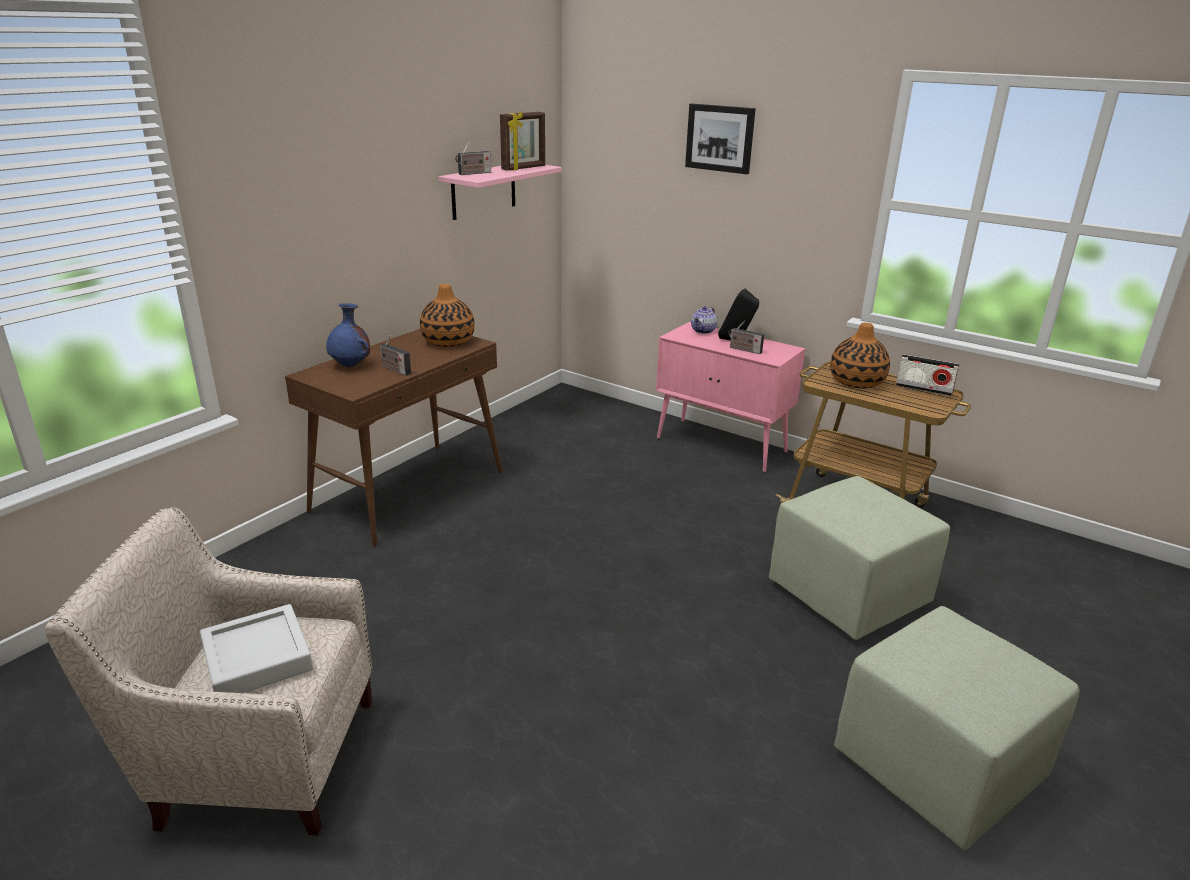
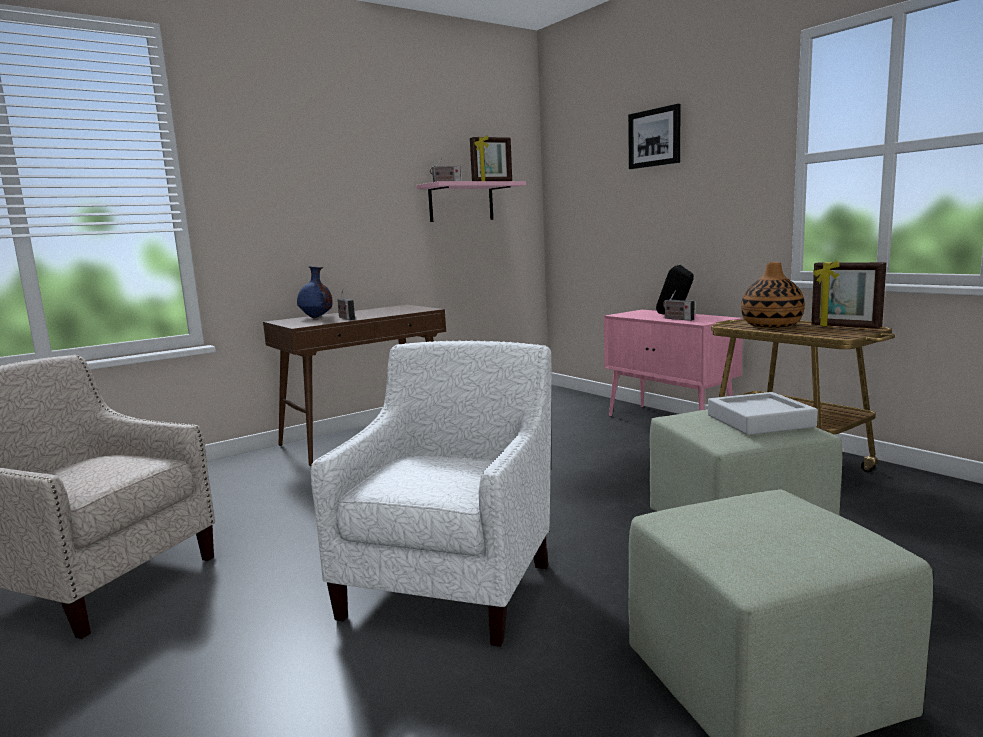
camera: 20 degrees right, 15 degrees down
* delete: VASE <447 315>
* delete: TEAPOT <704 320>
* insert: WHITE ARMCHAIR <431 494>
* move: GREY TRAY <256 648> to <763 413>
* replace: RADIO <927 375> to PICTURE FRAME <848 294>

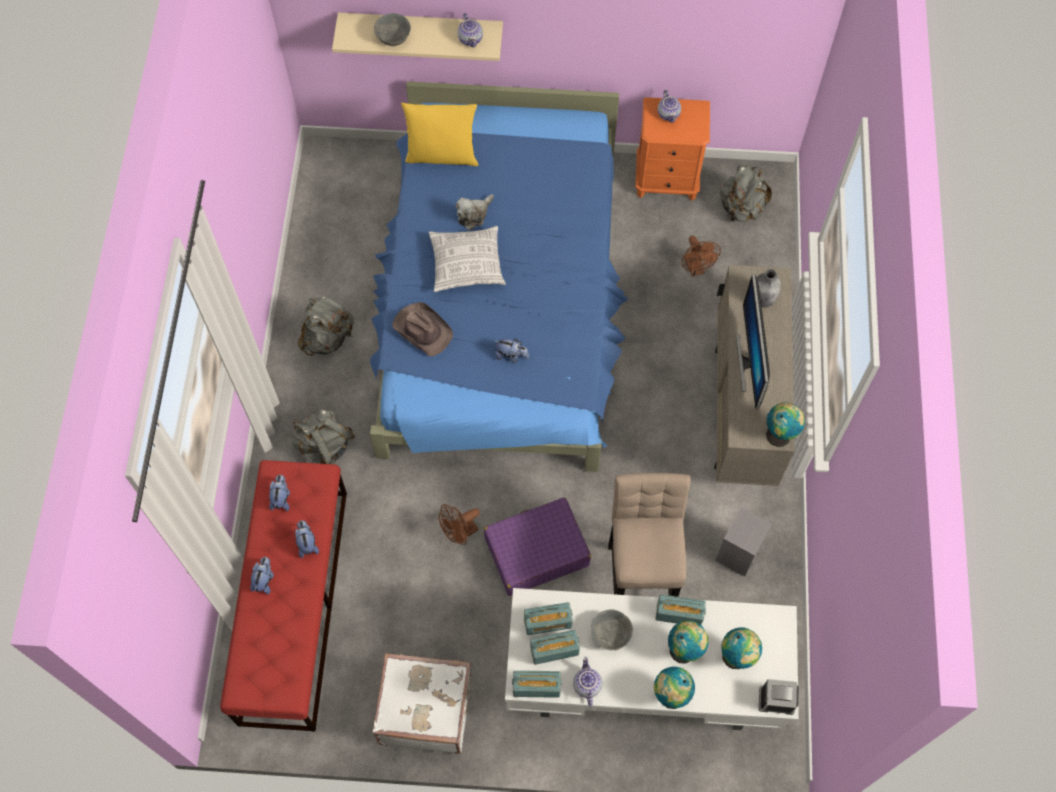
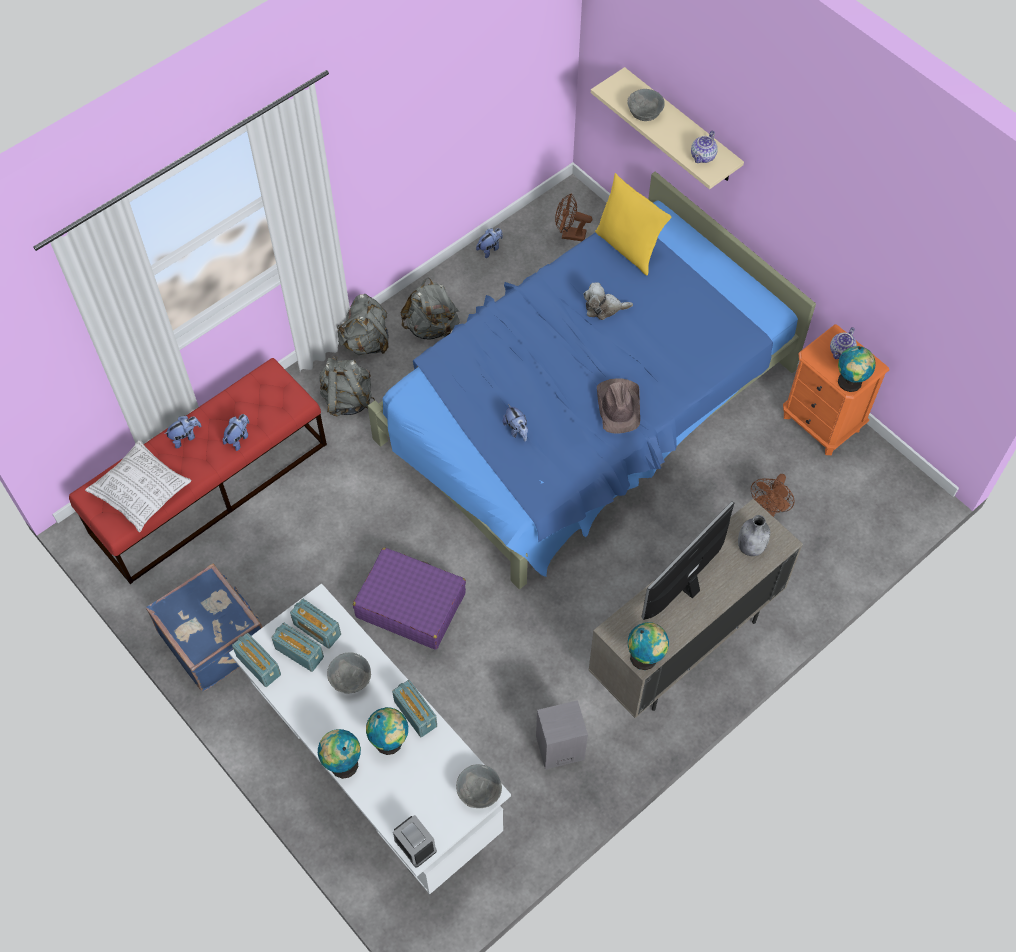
camera: 45 degrees right, 5 degrees down
* delete: TEAPOT <587 682>
* delete: BEIGE STOOL <649 535>
* insert: GREY BOWL <479 786>
* move: PLUSH TOY <279 493> to <489 243>
* move: BROWN HAT <422 329> to <618 406>
* move: PILLOW <467 259> to <138 486>
* move: BROWN FAN <459 524> to <573 217>
* move: GREY BACKPACK <746 193> to <363 324>
* move: GLOBE <741 648> to <856 369>
* recolor: WHITE SUITCASE <421 703> to BLUE SUITCASE <204 627>

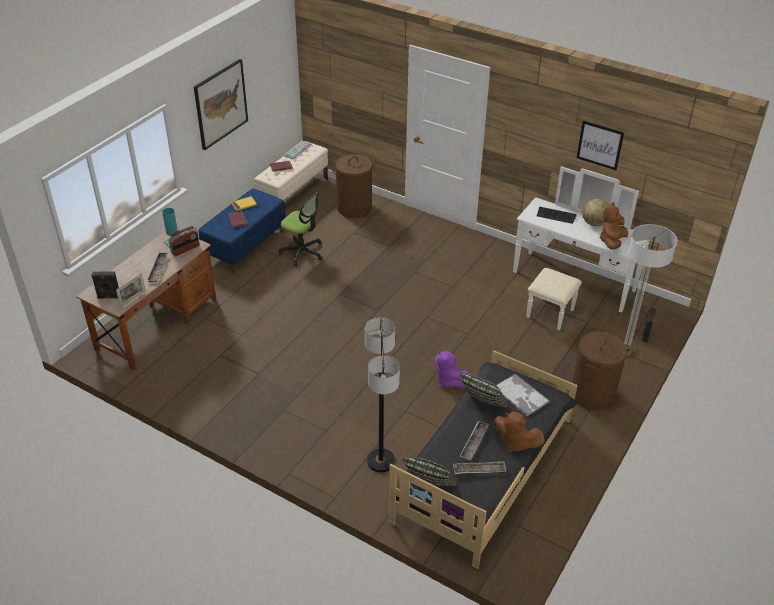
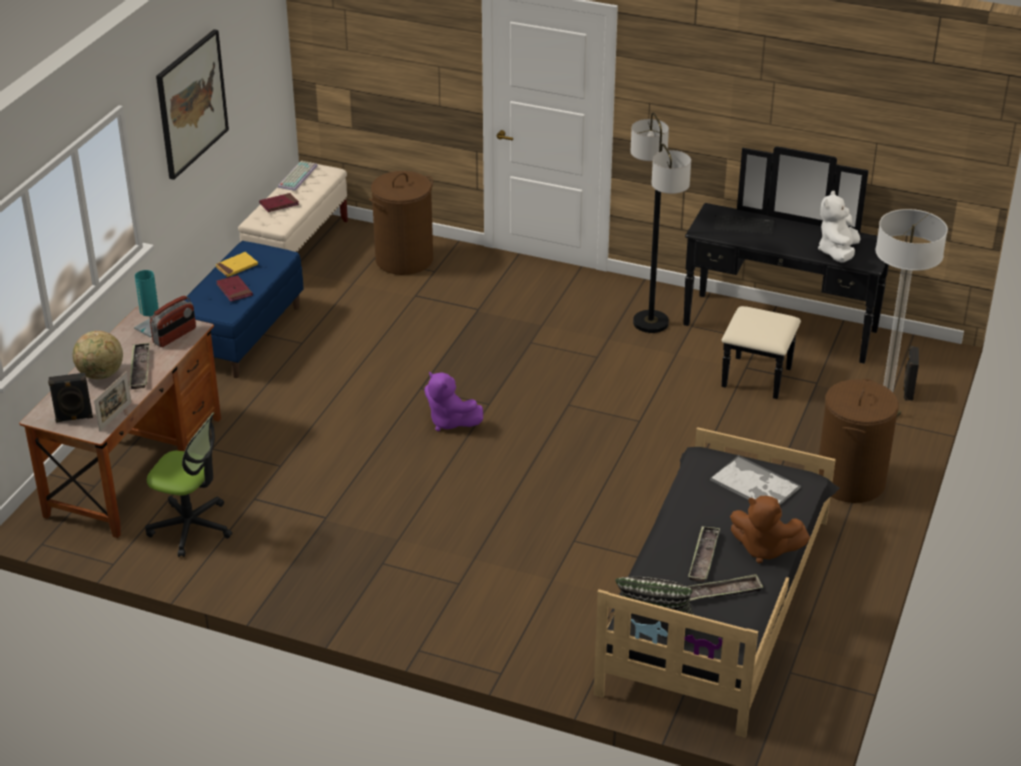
camera: 10 degrees left, 5 degrees down
* delete: PILLOW <484 391>
* delete: PICTURE <600 145>
* move: OFFICE CHAIR <301 229> to <188 485>
* move: FLOOR LAMP <382 394> to <660 222>
* move: PURPLE PLUSH TOY <453 369> to <453 401>
* move: GLOBE <595 213> to <98 355>
* recolor: WHITE DRESSER <581 248> to BLACK DRESSER <786 273>
* recolor: BROWN PLUSH TOY <614 226> to WHITE PLUSH TOY <839 227>

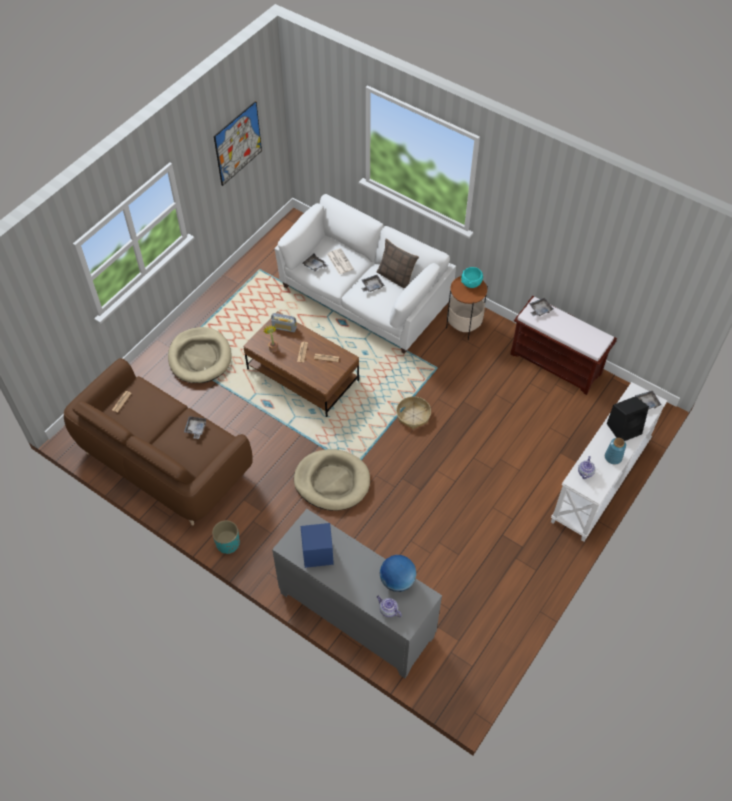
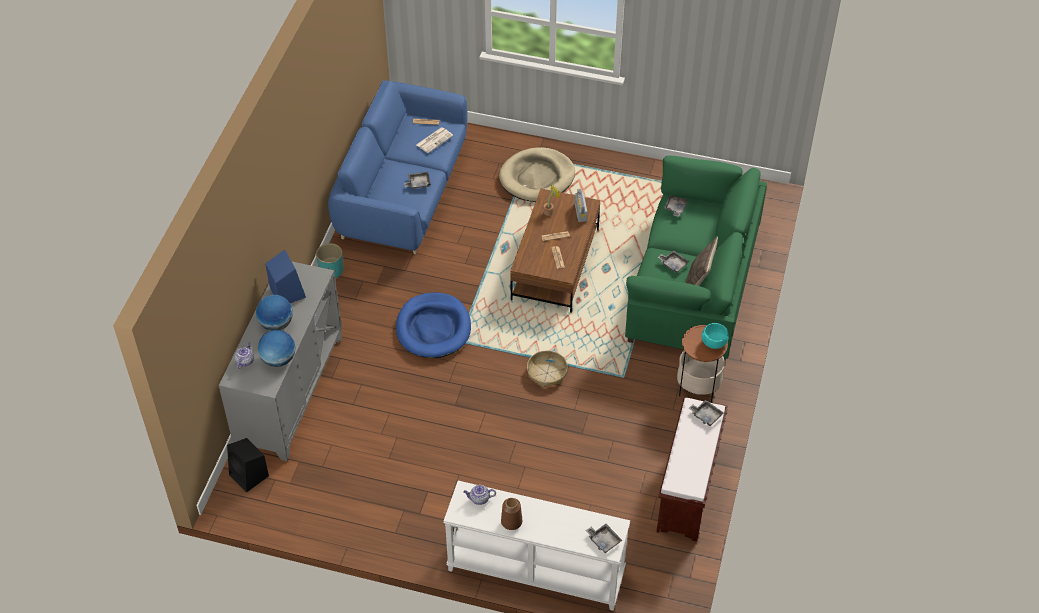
camera: 70 degrees right, 5 degrees down
* delete: PICTURE <238 143>
* insert: GLOBE <274 313>
* move: NEWSPAPER <340 261> to <434 140>
* move: BLACK SPEAKER <628 418> to <248 465>
* recolor: BROWN SOFA <158 442> to BLUE SOFA <398 167>
* recolor: WHITE SOFA <365 274> to GREEN SOFA <696 258>
* recolor: BEIGE DOG BED <332 480> to BLUE DOG BED <433 325>
* recolor: BLUE VASE <615 451> to BROWN VASE <511 514>

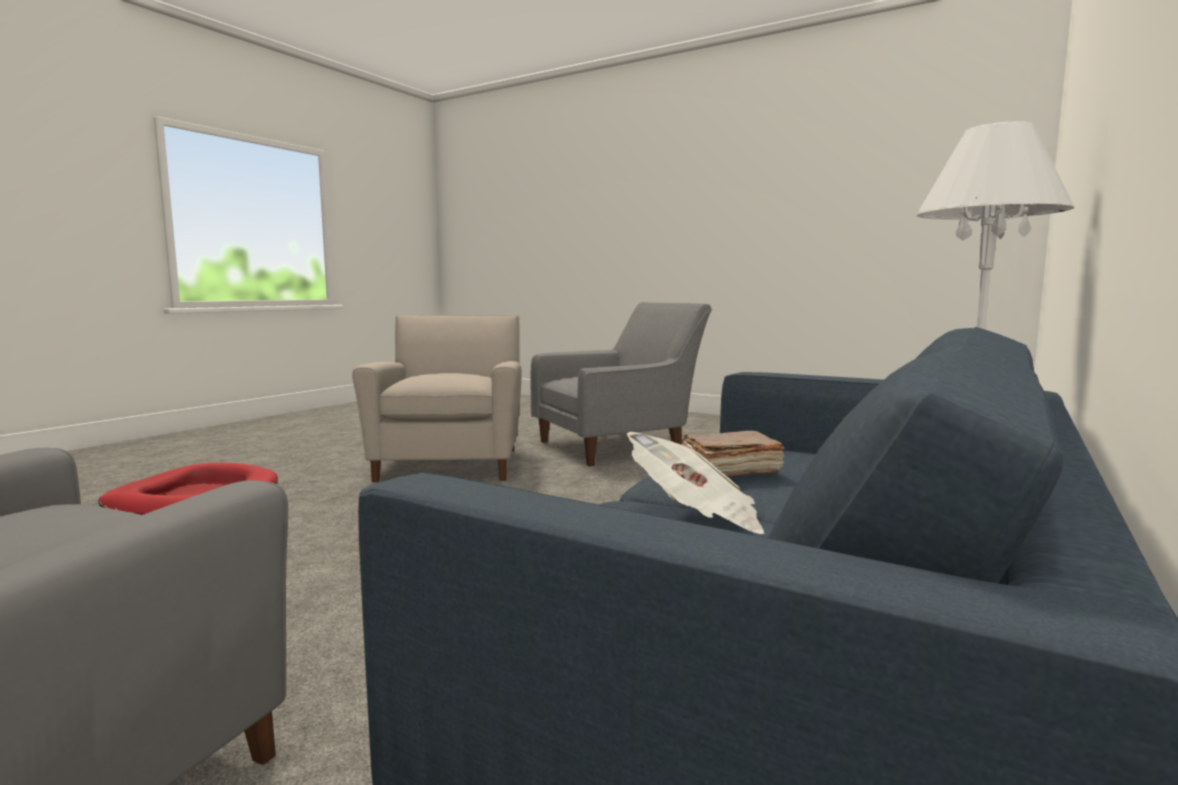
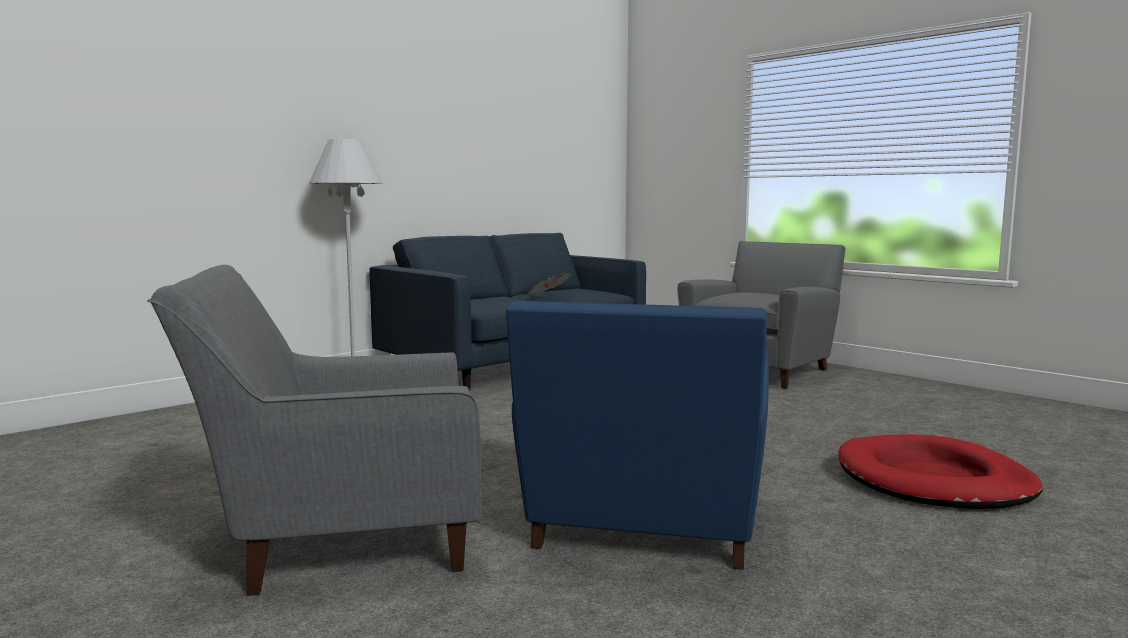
camera: 165 degrees left, 0 degrees up
* delete: BROWN BOOK <732 454>
* recolor: BEIGE ARMCHAIR <437 398> to BLUE ARMCHAIR <637 435>

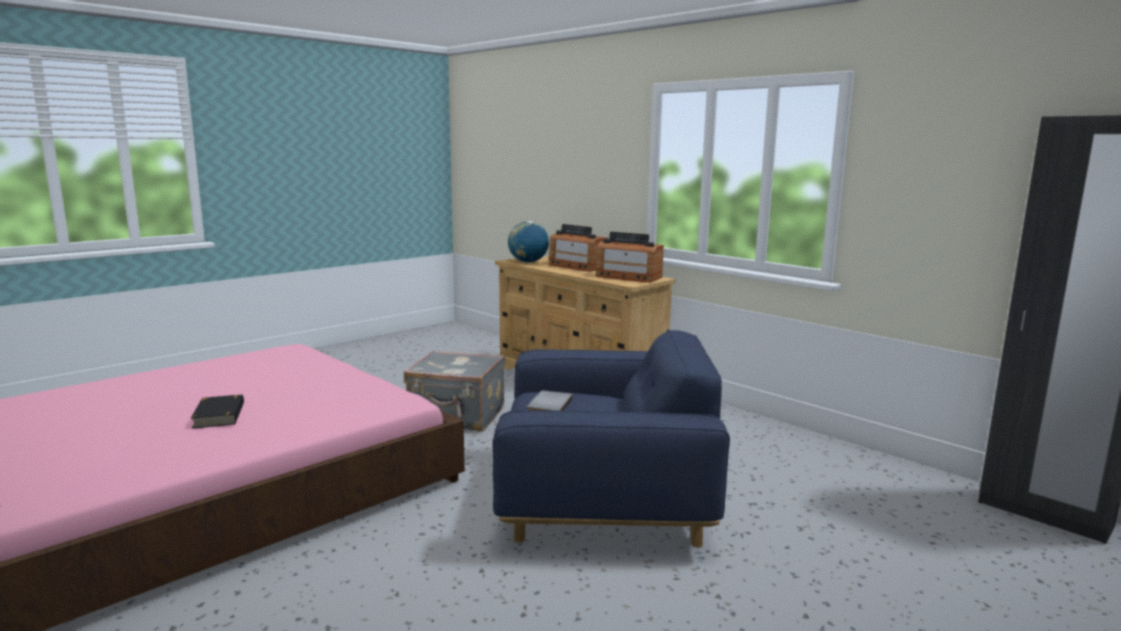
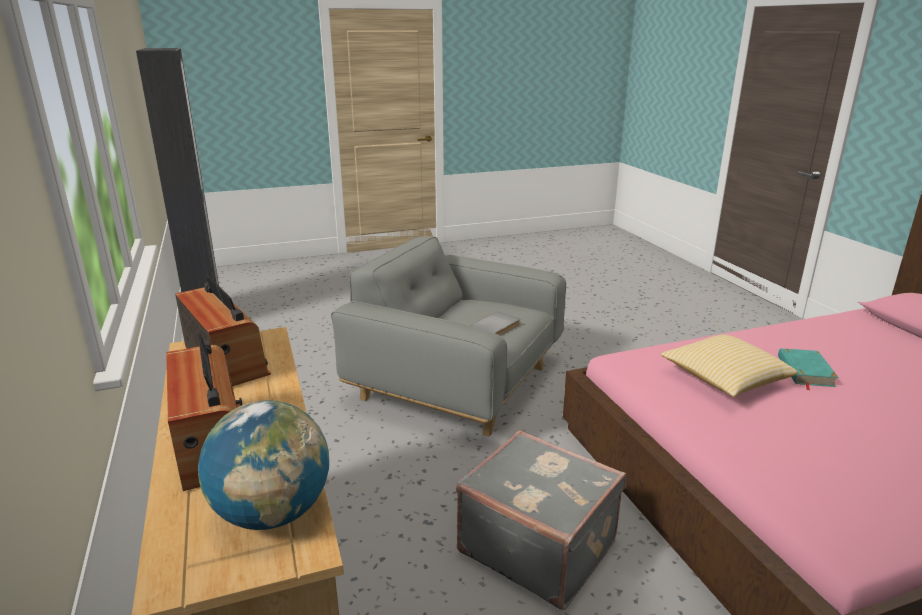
camera: 155 degrees left, 10 degrees up
* insert: PILLOW <729 365>
* recolor: BLACK BOOK <217 411> to TURQUOISE BOOK <808 369>
* recolor: BLUE ARMCHAIR <611 438> to GREY ARMCHAIR <448 336>

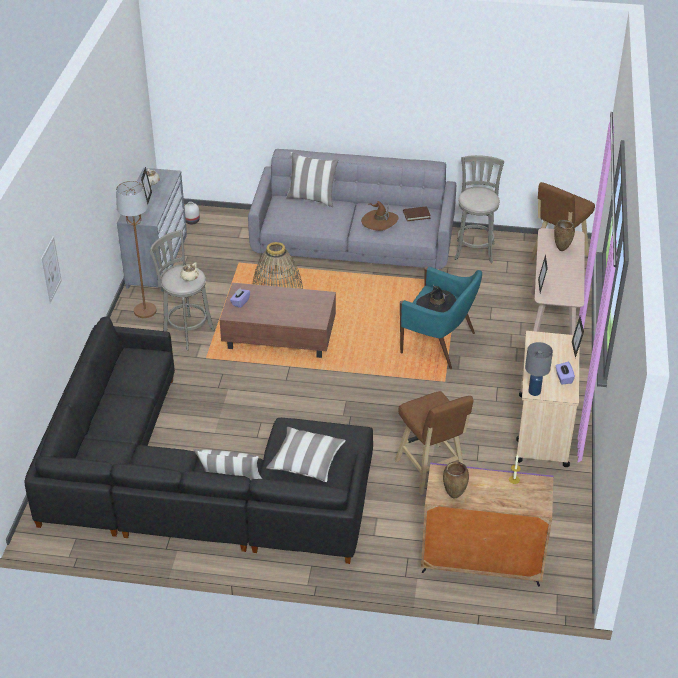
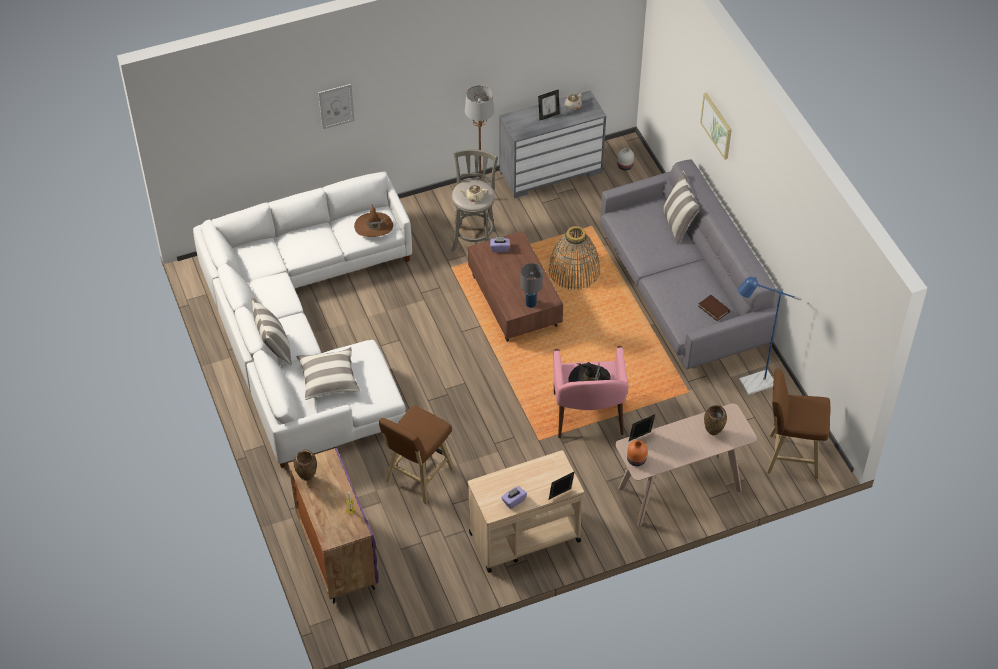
camera: 60 degrees right, 10 degrees up
* insert: ORANGE VASE <637 453>
* insert: PICTURE <716 126>
* move: BROWN HAT <380 216> to <373 221>
* move: GREY TABLE LAMP <539 369> to <531 285>
* replace: GREY STOOL <479 209> to BLUE FLOOR LAMP <769 336>
* recolor: BLACK SOFA <198 440> to WHITE SOFA <302 319>
* recolor: TURQUOISE ARMCHAIR <441 317> to PINK ARMCHAIR <591 392>

